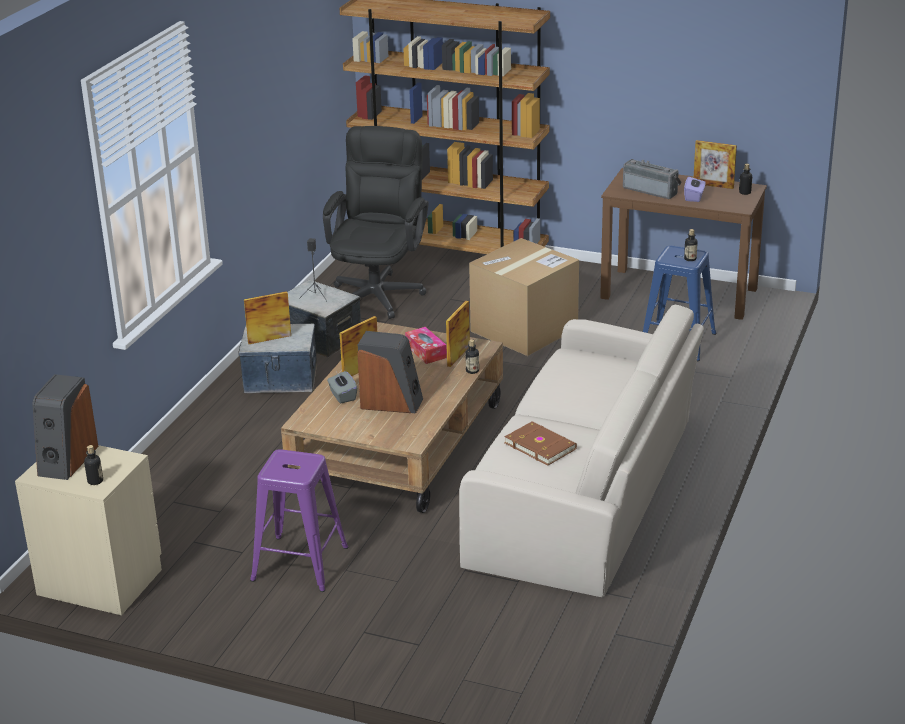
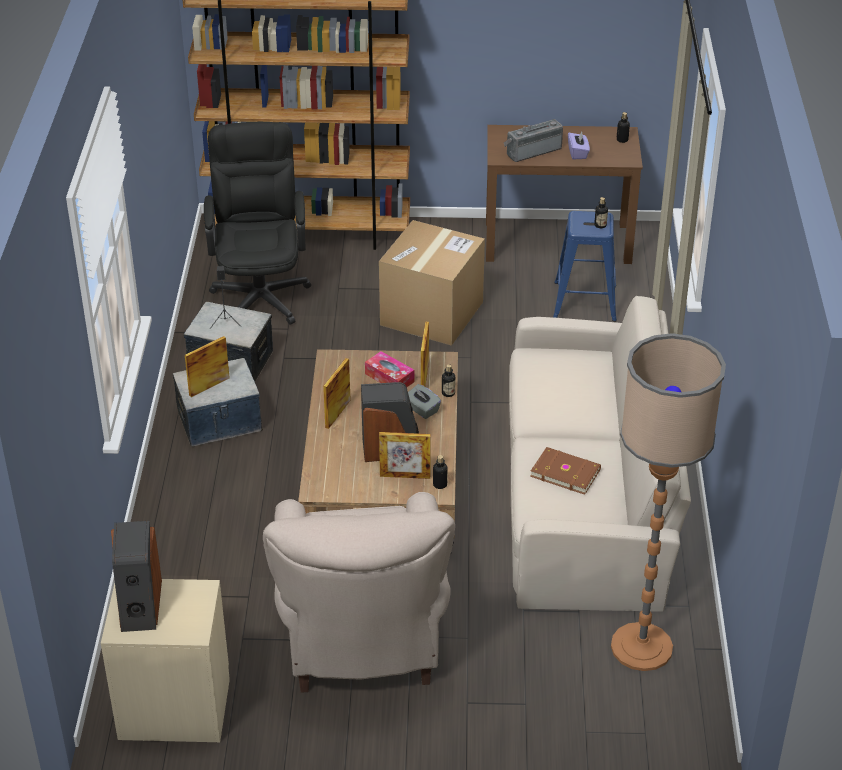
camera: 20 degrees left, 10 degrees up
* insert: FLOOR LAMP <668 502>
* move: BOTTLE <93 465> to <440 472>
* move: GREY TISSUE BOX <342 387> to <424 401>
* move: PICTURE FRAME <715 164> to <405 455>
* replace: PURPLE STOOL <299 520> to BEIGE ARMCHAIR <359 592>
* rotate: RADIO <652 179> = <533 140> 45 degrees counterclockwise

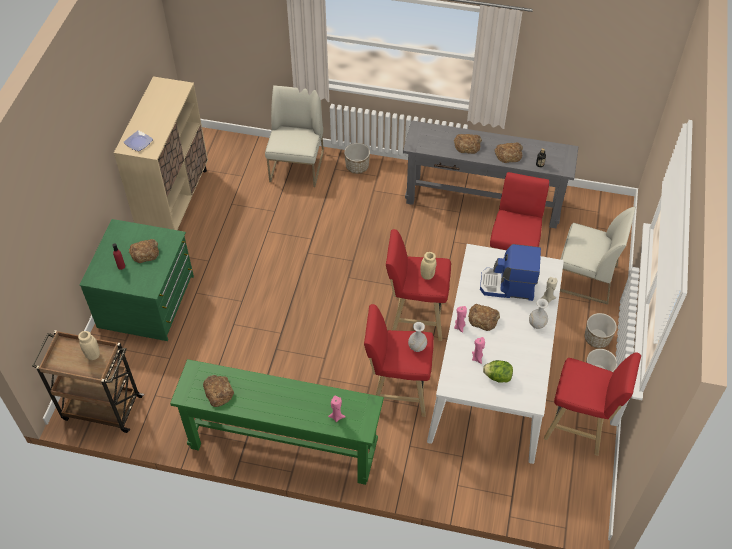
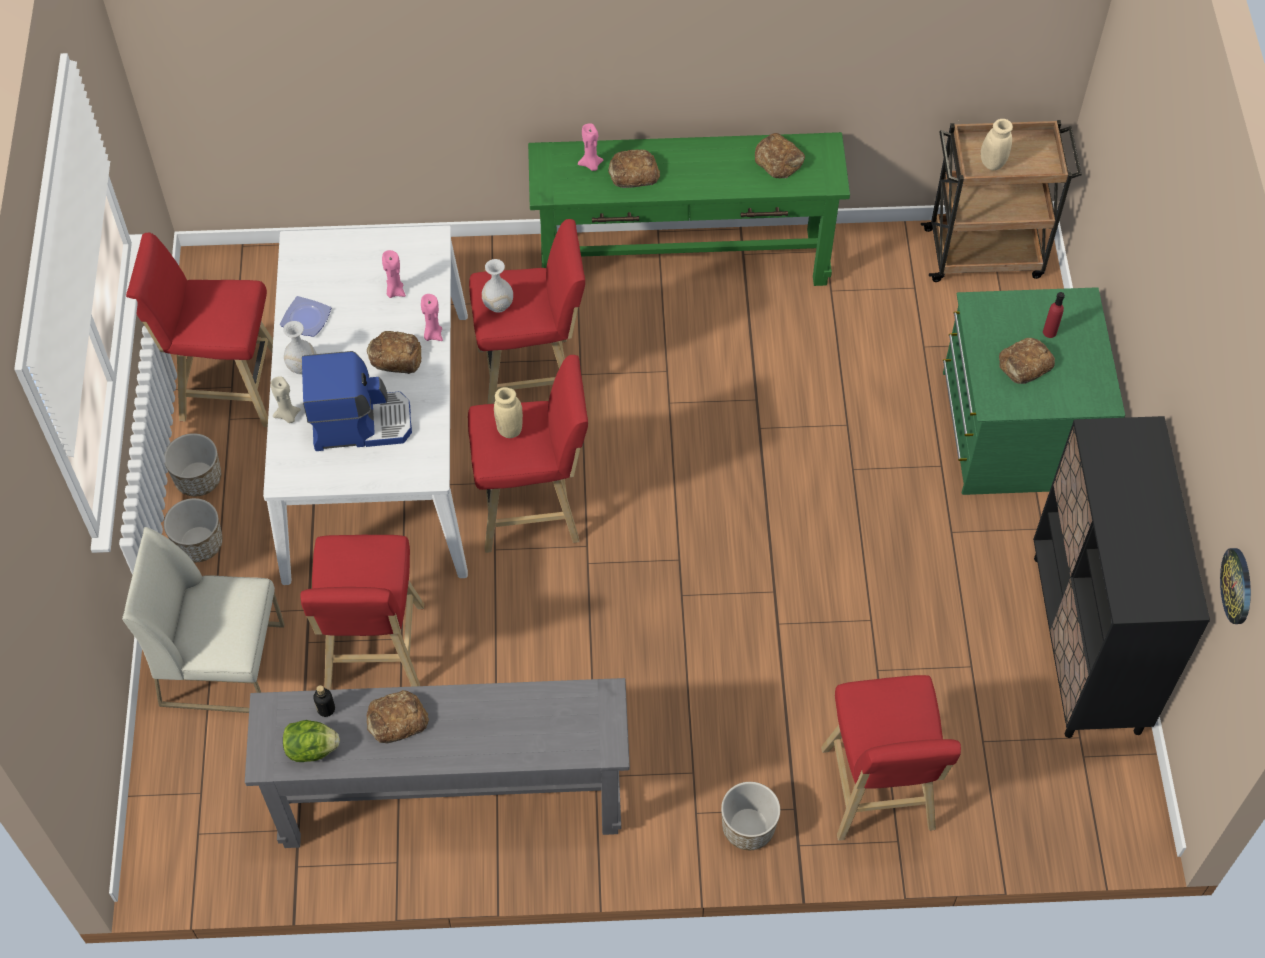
camera: 165 degrees right, 5 degrees up
* insert: WALL CLOCK <1235 586>
* move: PLATE <138 140> to <305 316>
* move: BREAD <468 144> to <634 169>
* move: LETTUCE <498 371> to <311 741>
* replace: WHITE CHAIR <294 136> to RED STOOL <891 758>
* recolor: BEIGE CABINET <161 153> to BLACK CABINET <1121 577>

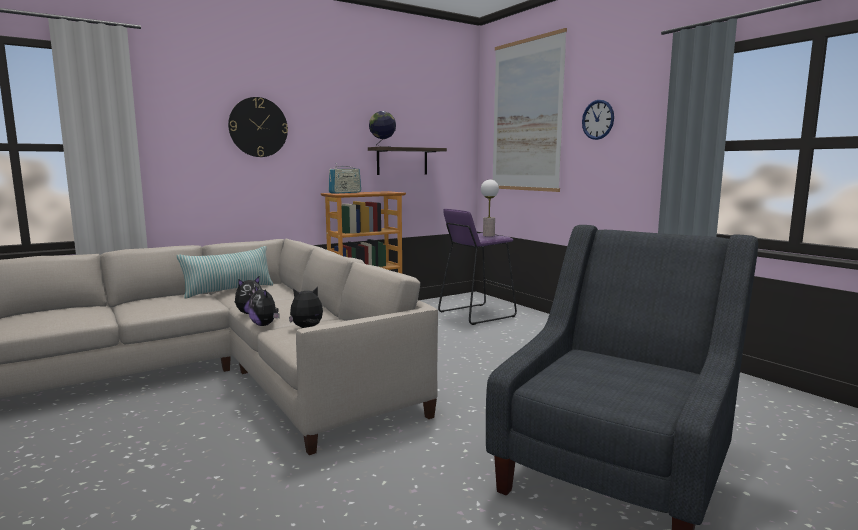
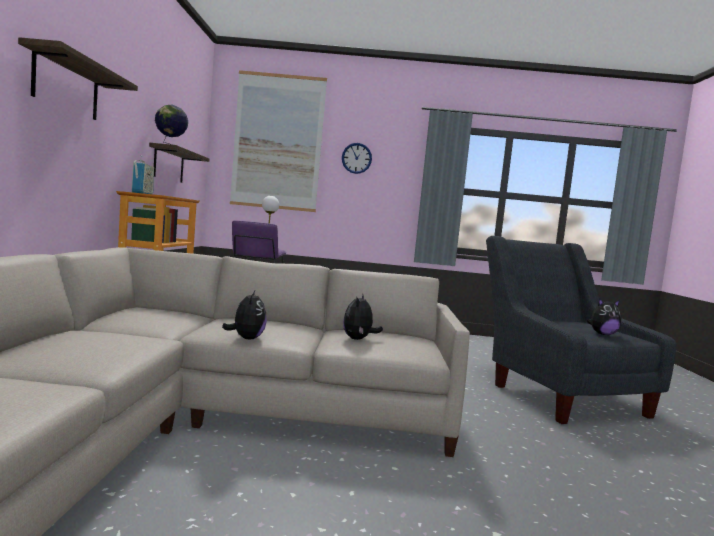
camera: 55 degrees left, 5 degrees down
* delete: PILLOW <225 272>
* move: PLUSH TOY <263 306> to <604 317>
* replace: WALL CLOCK <258 127> to SHELF <78 78>

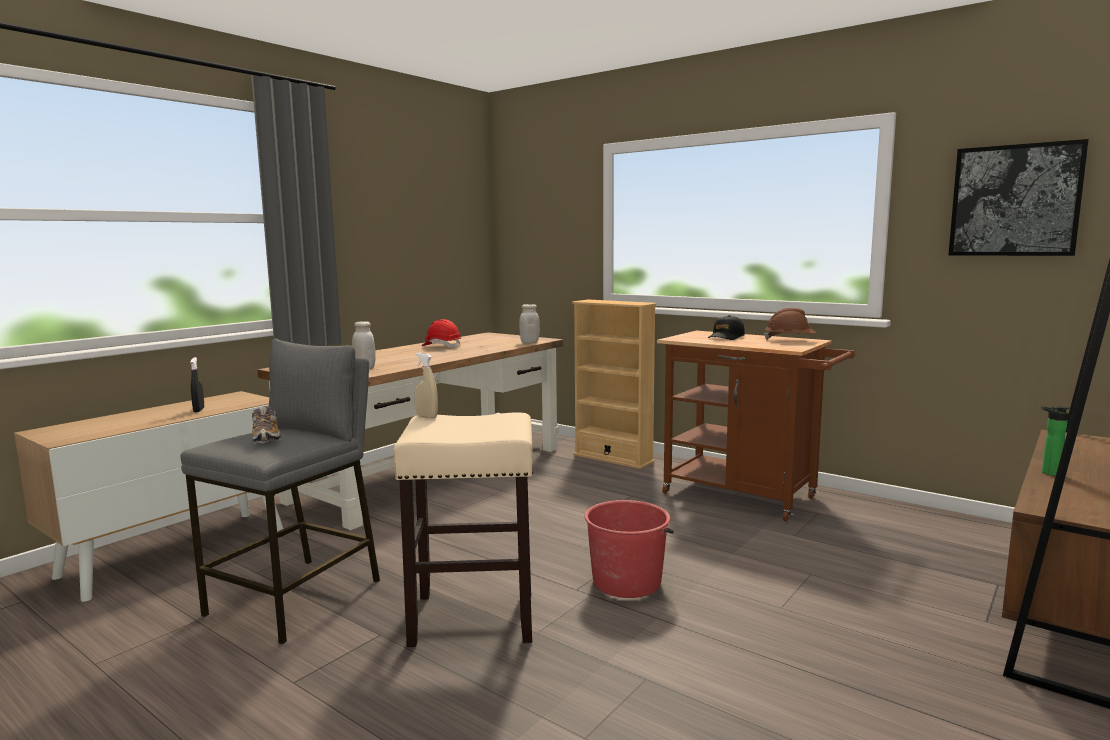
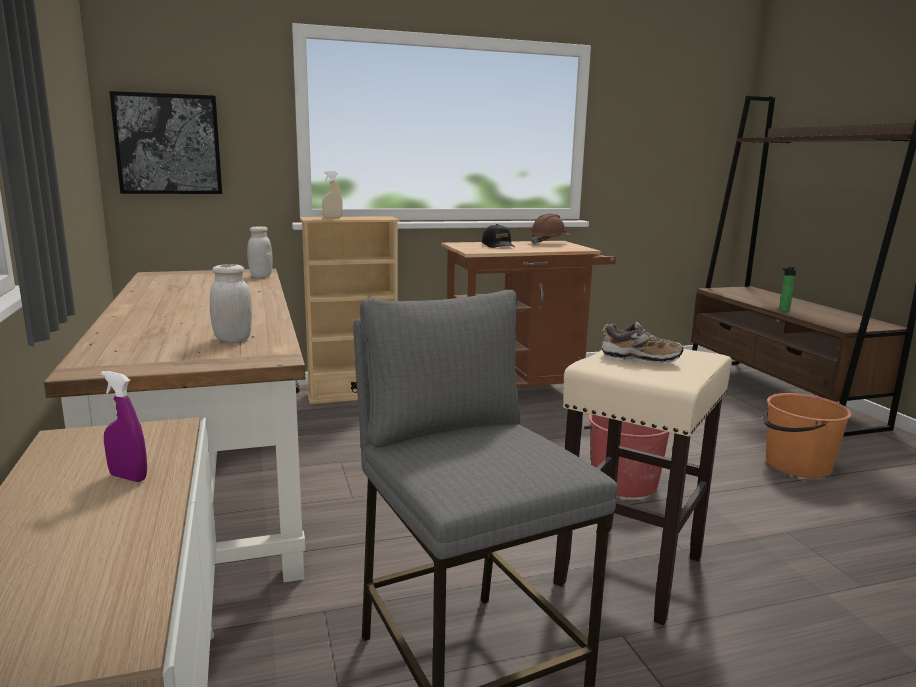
camera: 55 degrees left, 5 degrees up
* delete: RED HARD HAT <441 333>
* insert: ORANGE BUCKET <807 435>
* move: SHOE <266 425> to <642 342>
* move: BEIGE SPRAY BOTTLE <426 385> to <332 194>
* move: PICTURE <1018 197> to <165 142>
* recolor: BLACK SPRAY BOTTLE <197 384> to PURPLE SPRAY BOTTLE <124 426>

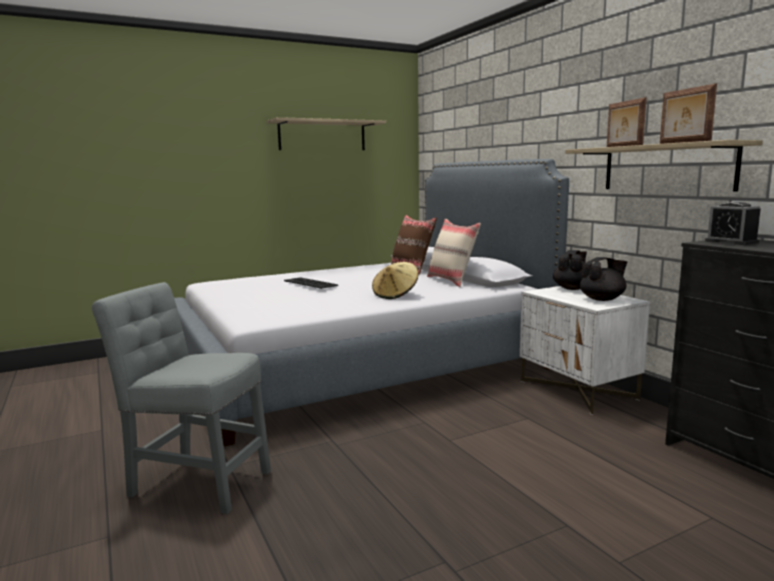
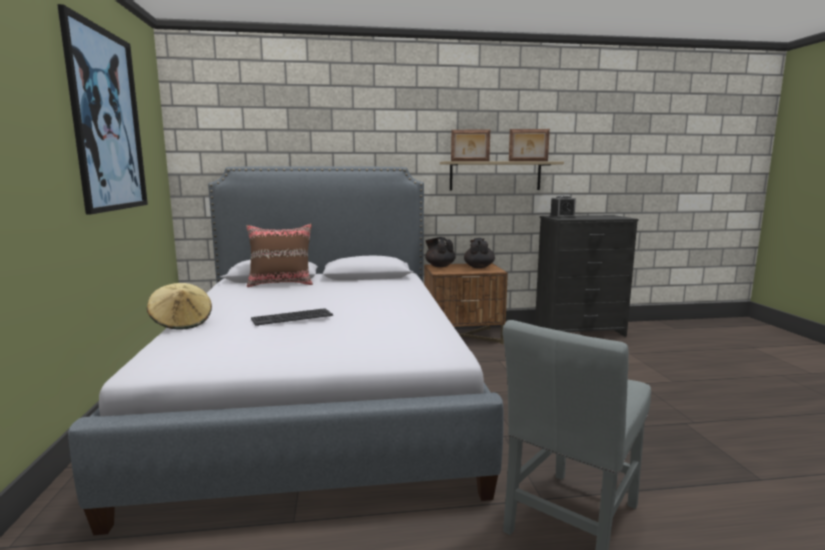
camera: 70 degrees left, 0 degrees up
* delete: BEIGE PILLOW <454 253>
* move: BEIGE HAT <395 280> to <179 306>
* replace: SHELF <326 133> to PICTURE <102 109>
* recolor: WHITE NIGHTSTAND <585 350> to BROWN NIGHTSTAND <466 303>

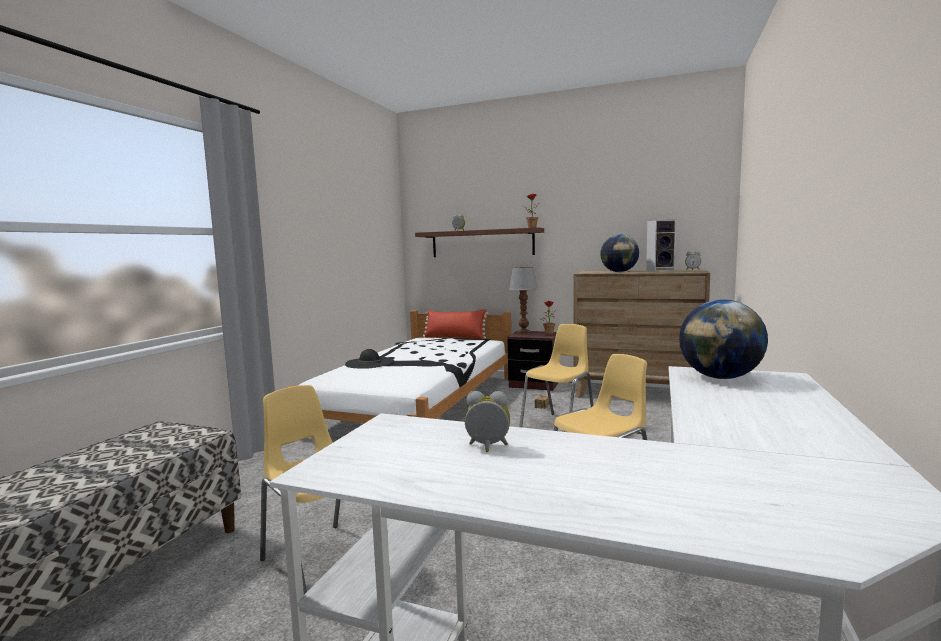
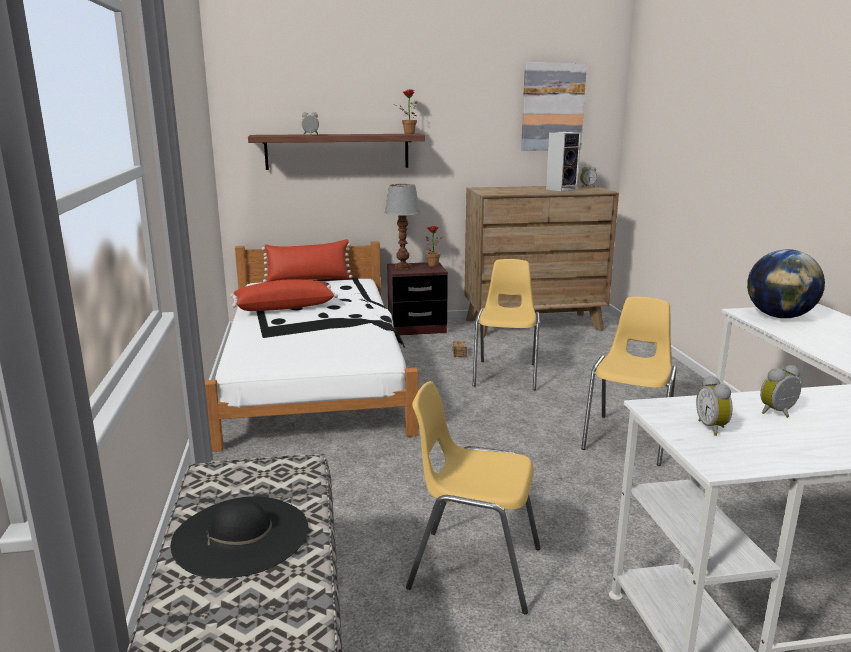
camera: 30 degrees left, 10 degrees up
* delete: GLOBE <619 253>
* insert: RED PILLOW <284 295>
* insert: PICTURE <554 107>
* insert: ALARM CLOCK <714 405>
* move: BLACK HAT <369 359> to <239 537>

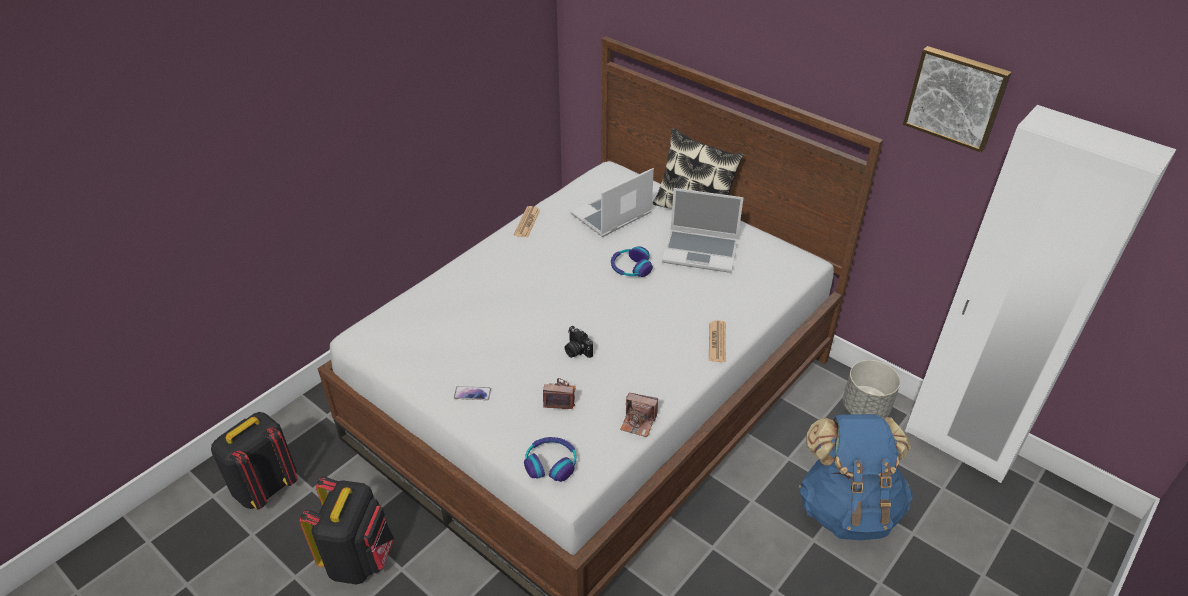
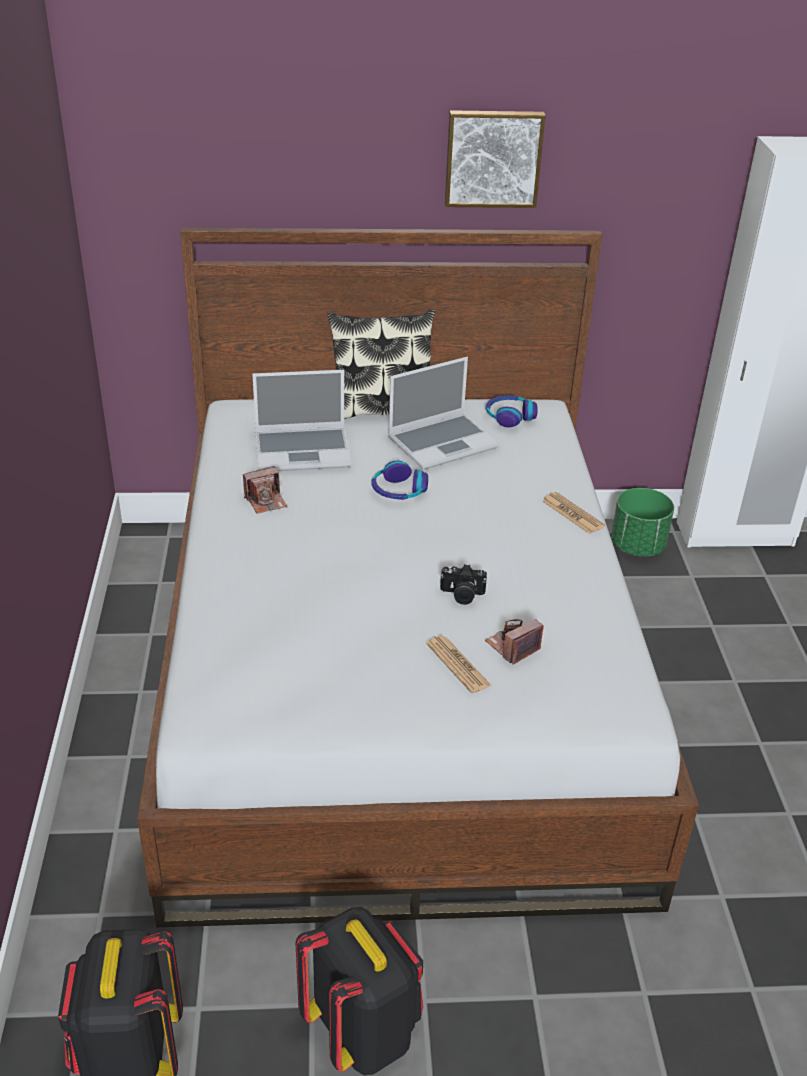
camera: 45 degrees left, 5 degrees down
* delete: PHONE <472 393>
* delete: BLUE BACKPACK <855 477>
* move: NEWSPAPER <527 221> to <459 664>
* move: HEADPHONES <550 459> to <512 411>
* move: PHOTO CAMERA <639 415> to <265 490>
* move: PICTURE <957 99> to <495 159>
* recolor: GREY PLANTER <871 389> to GREEN PLANTER <642 522>
* rotate: LAPTOP <612 202> = <301 420> 105 degrees counterclockwise

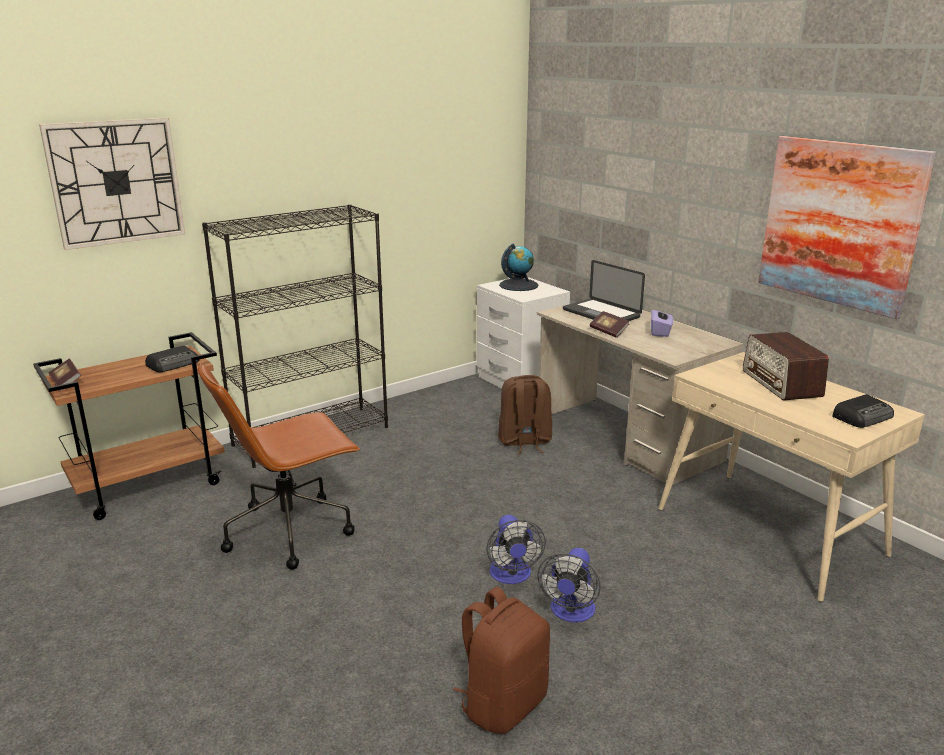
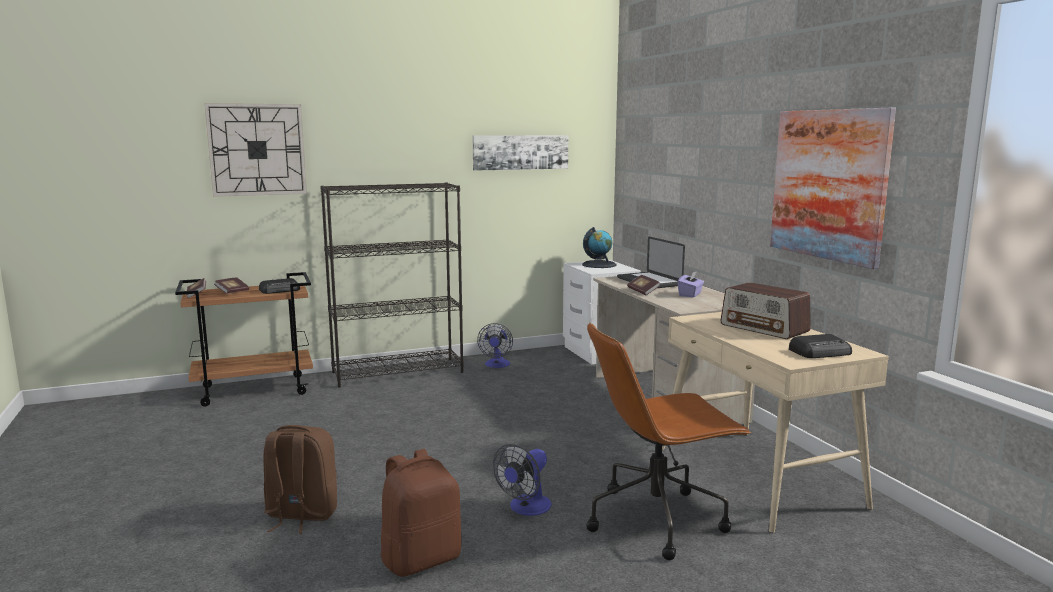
camera: 15 degrees right, 10 degrees down
* insert: BOOK <231 285>
* insert: PICTURE <520 153>
* move: BROWN OFFICE CHAIR <279 466> to <669 441>
* move: FAN <516 549> to <495 345>
* move: BROWN BACKPACK <525 415> to <300 479>
* rotate: RADIO <786 366> = <766 310> 45 degrees counterclockwise

